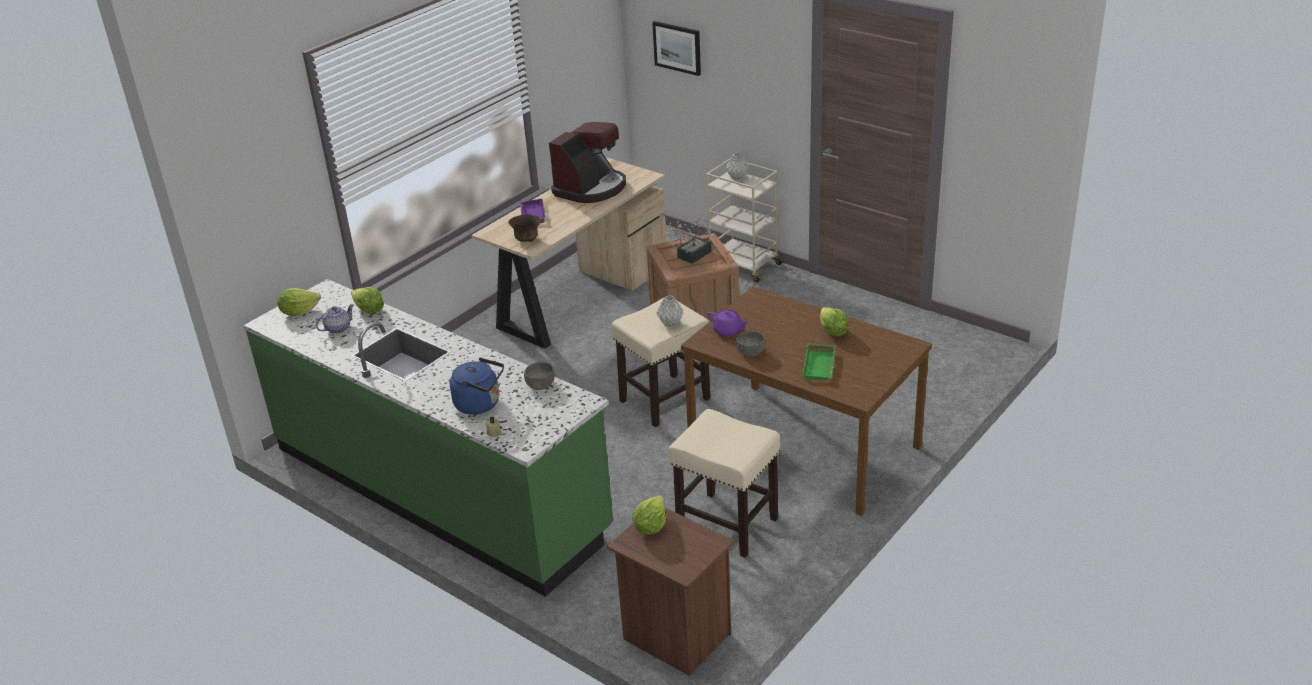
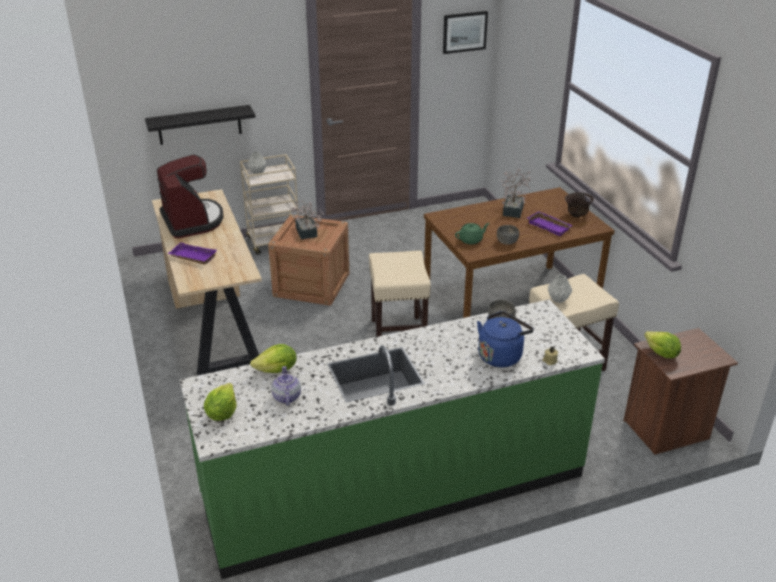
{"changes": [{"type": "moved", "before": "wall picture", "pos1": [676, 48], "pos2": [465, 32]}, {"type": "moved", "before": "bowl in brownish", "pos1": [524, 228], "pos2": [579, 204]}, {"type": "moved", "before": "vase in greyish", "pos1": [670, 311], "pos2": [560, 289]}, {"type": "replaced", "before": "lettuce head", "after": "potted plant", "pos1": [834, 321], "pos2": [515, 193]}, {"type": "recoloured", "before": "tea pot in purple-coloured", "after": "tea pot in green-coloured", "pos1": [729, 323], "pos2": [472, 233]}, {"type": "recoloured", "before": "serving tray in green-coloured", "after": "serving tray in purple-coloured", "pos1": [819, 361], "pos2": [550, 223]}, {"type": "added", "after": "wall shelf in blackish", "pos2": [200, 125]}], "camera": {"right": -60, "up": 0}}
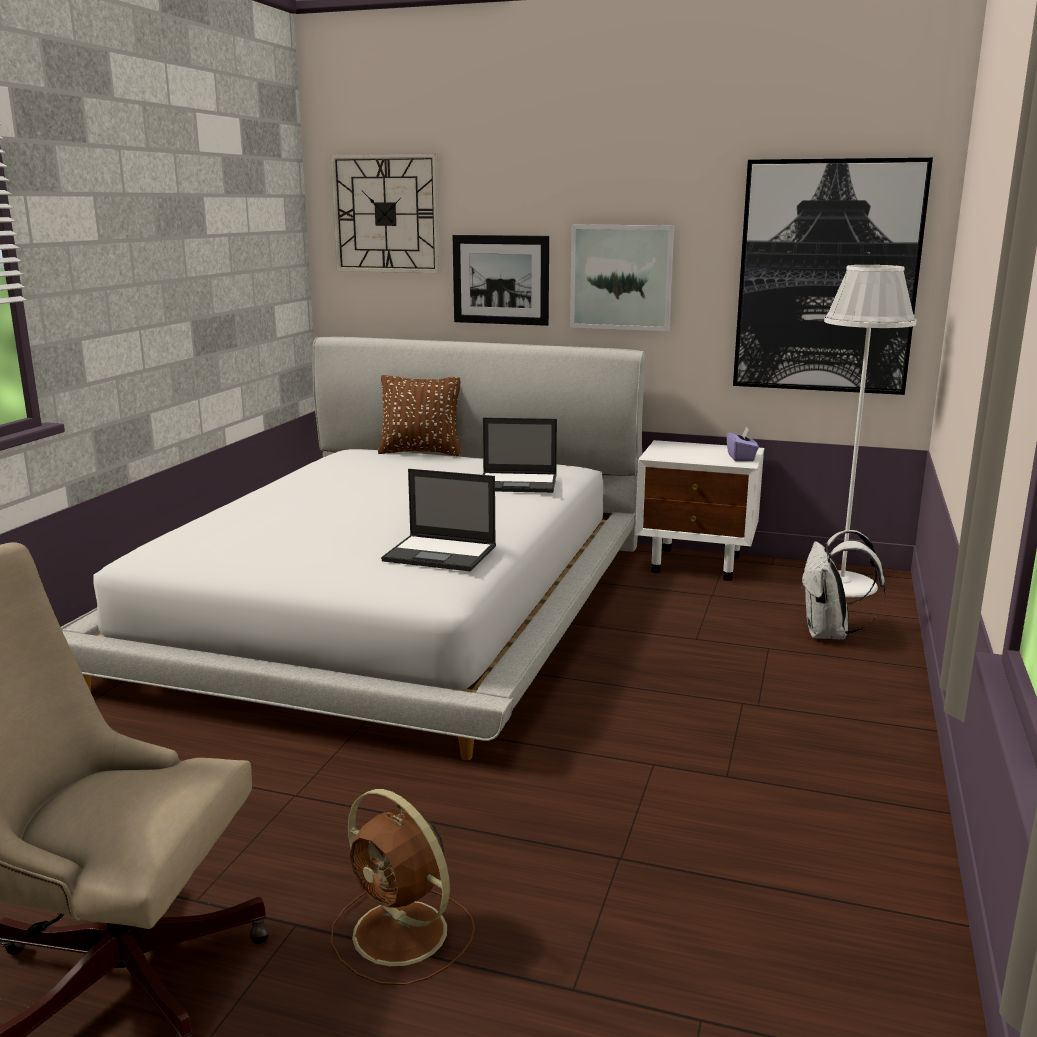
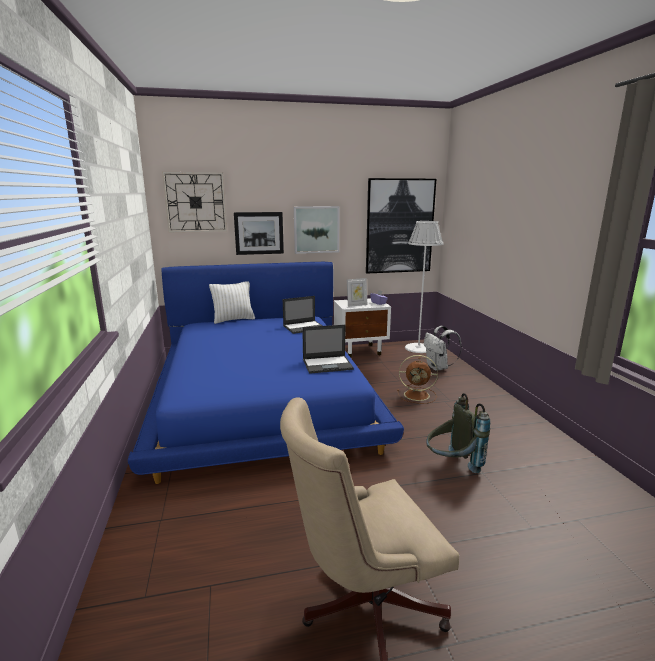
{"changes": [{"type": "recoloured", "before": "sleeping bed in whitish", "after": "sleeping bed in blue", "pos1": [353, 548], "pos2": [266, 373]}, {"type": "recoloured", "before": "throw pillow in brownish", "after": "throw pillow in whitish", "pos1": [419, 415], "pos2": [232, 302]}, {"type": "moved", "before": "electric fan in brownish", "pos1": [403, 887], "pos2": [417, 379]}, {"type": "added", "after": "standing frame", "pos2": [357, 292]}, {"type": "added", "after": "rucksack in greyish", "pos2": [458, 433]}], "camera": {"right": -30, "up": 0}}
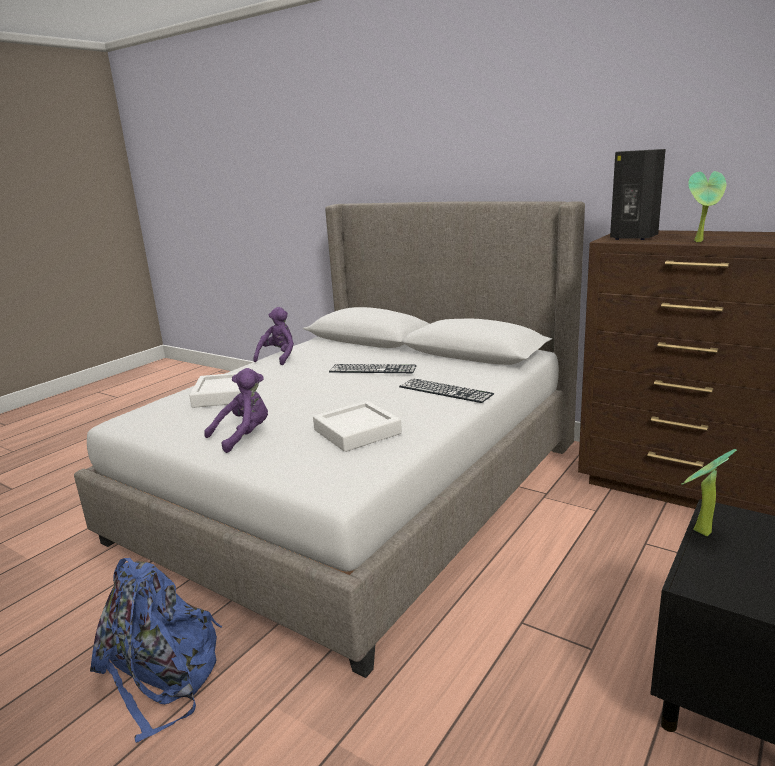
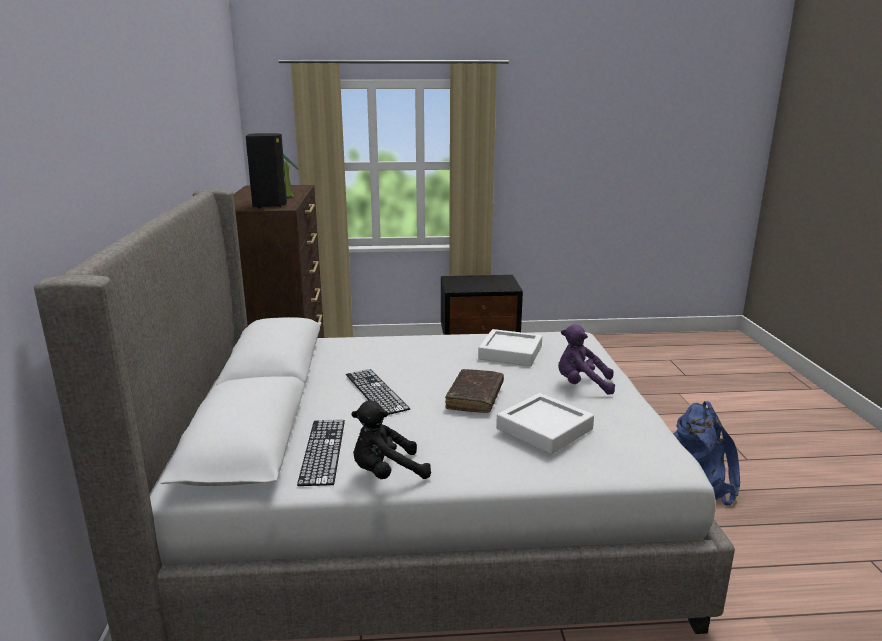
{"changes": [{"type": "recoloured", "before": "soft toy in purple-coloured", "after": "soft toy in blackish", "pos1": [273, 336], "pos2": [391, 439]}, {"type": "moved", "before": "PC keyboard", "pos1": [446, 390], "pos2": [321, 452]}, {"type": "removed", "before": "potted plant", "pos1": [709, 492]}, {"type": "added", "after": "bound book in brownish", "pos2": [474, 391]}], "camera": {"right": -130, "up": 0}}
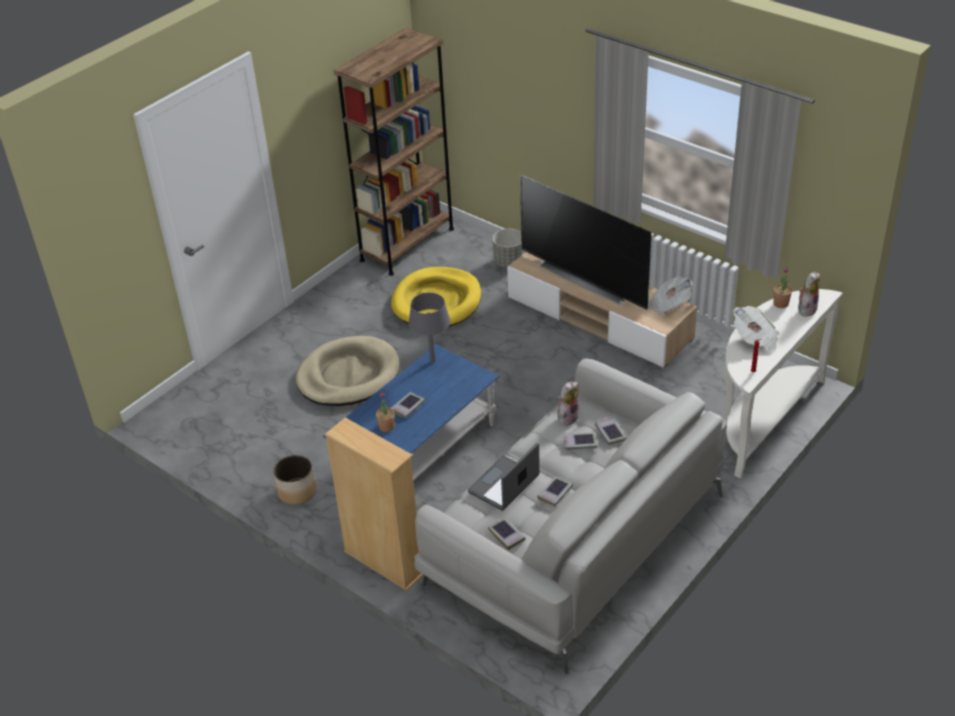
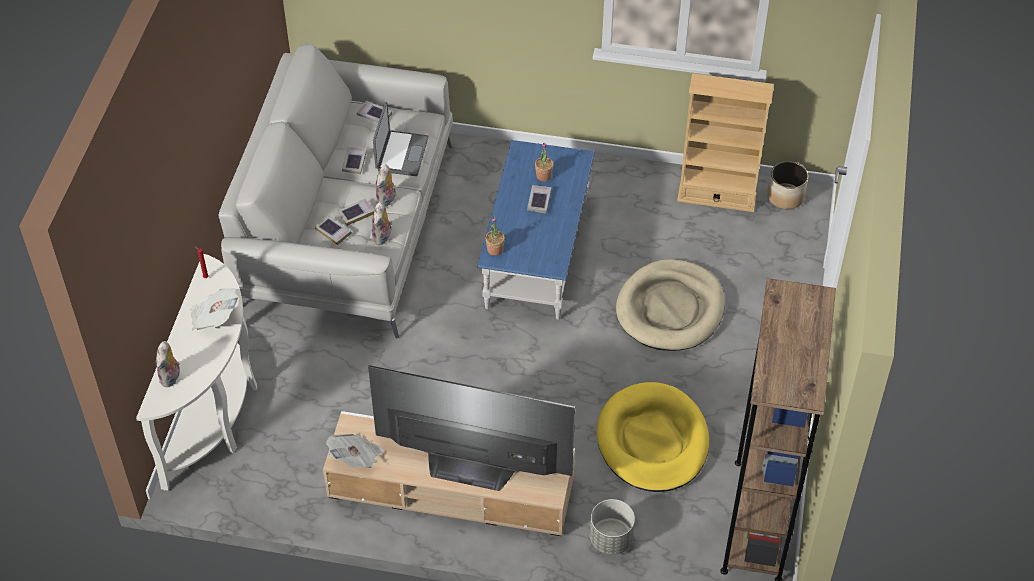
{"changes": [{"type": "moved", "before": "potted plant", "pos1": [782, 287], "pos2": [495, 236]}, {"type": "removed", "before": "table lamp in greyish", "pos1": [429, 328]}, {"type": "moved", "before": "shelving unit in beige", "pos1": [374, 504], "pos2": [725, 142]}, {"type": "moved", "before": "plant pot", "pos1": [294, 480], "pos2": [787, 185]}, {"type": "added", "after": "soft toy", "pos2": [386, 185]}], "camera": {"right": 150, "up": 10}}
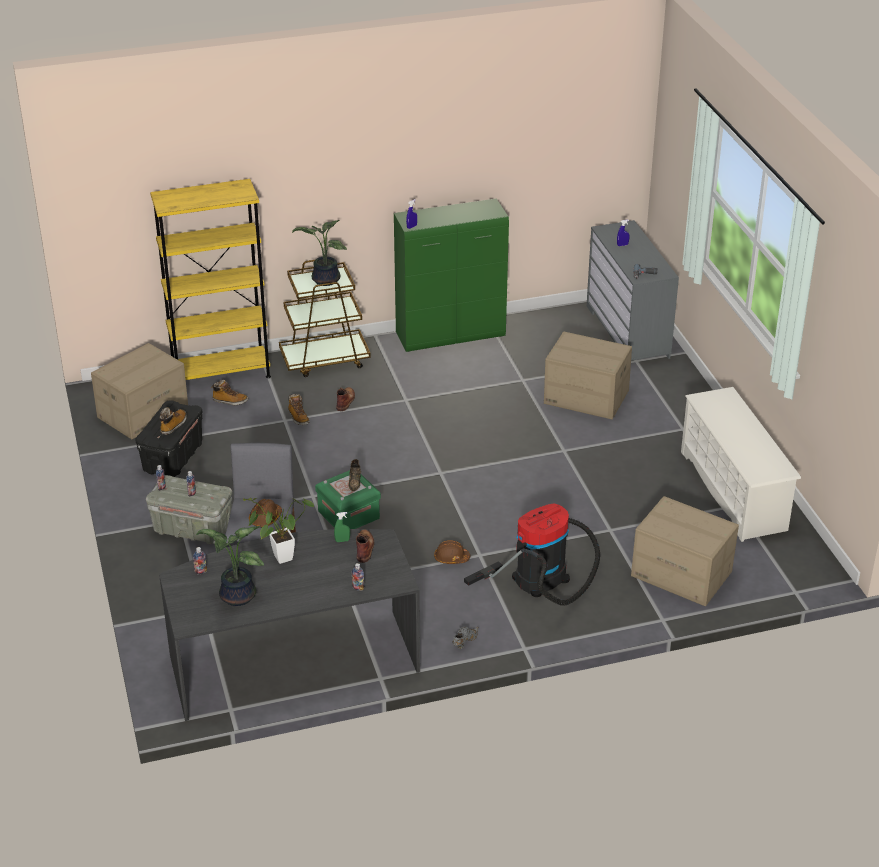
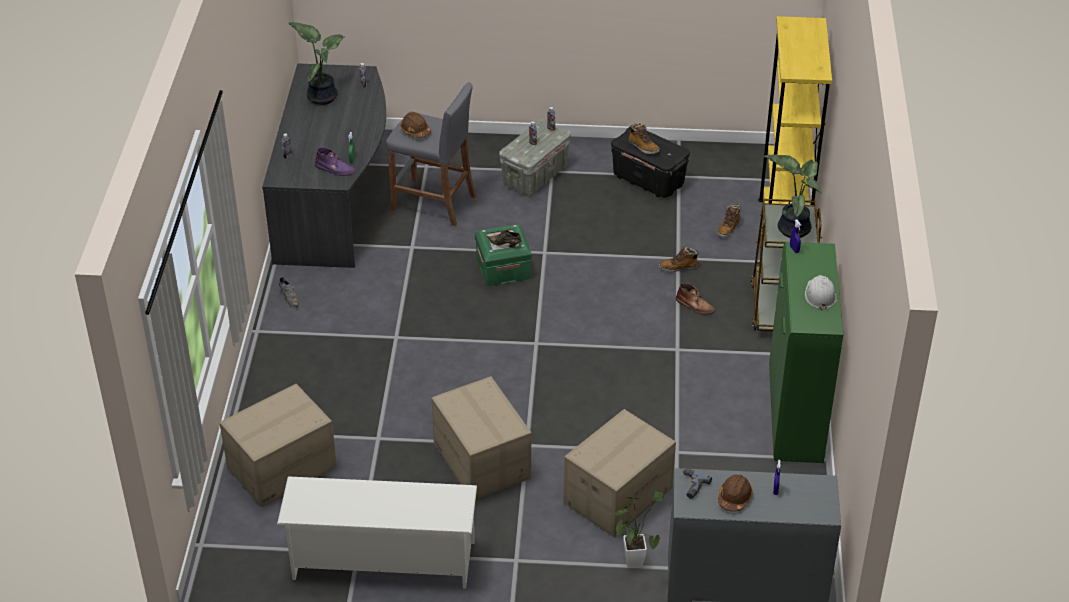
{"changes": [{"type": "moved", "before": "carton", "pos1": [139, 391], "pos2": [481, 437]}, {"type": "moved", "before": "potted plant", "pos1": [279, 530], "pos2": [639, 530]}, {"type": "removed", "before": "vacuum", "pos1": [532, 554]}, {"type": "recoloured", "before": "high-top boot in brownish", "after": "high-top boot in purple-coloured", "pos1": [365, 546], "pos2": [335, 161]}, {"type": "moved", "before": "work helmet in brownish", "pos1": [452, 552], "pos2": [735, 493]}, {"type": "added", "after": "work helmet in whitish", "pos2": [821, 292]}], "camera": {"right": 110, "up": 5}}
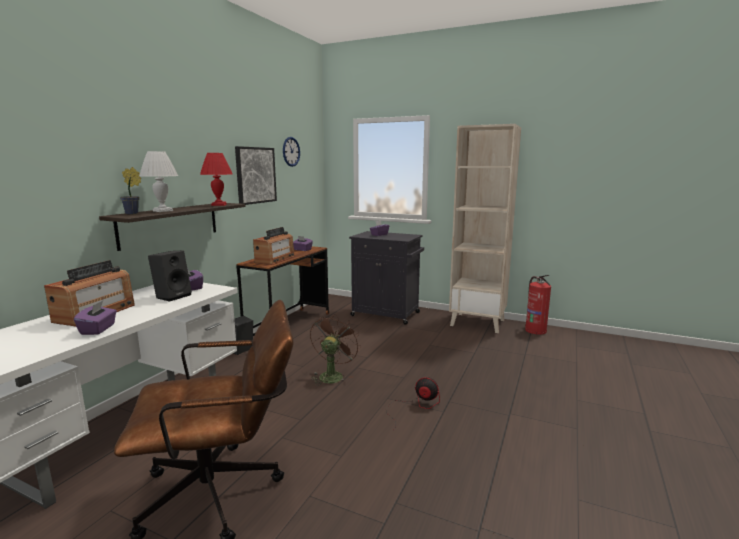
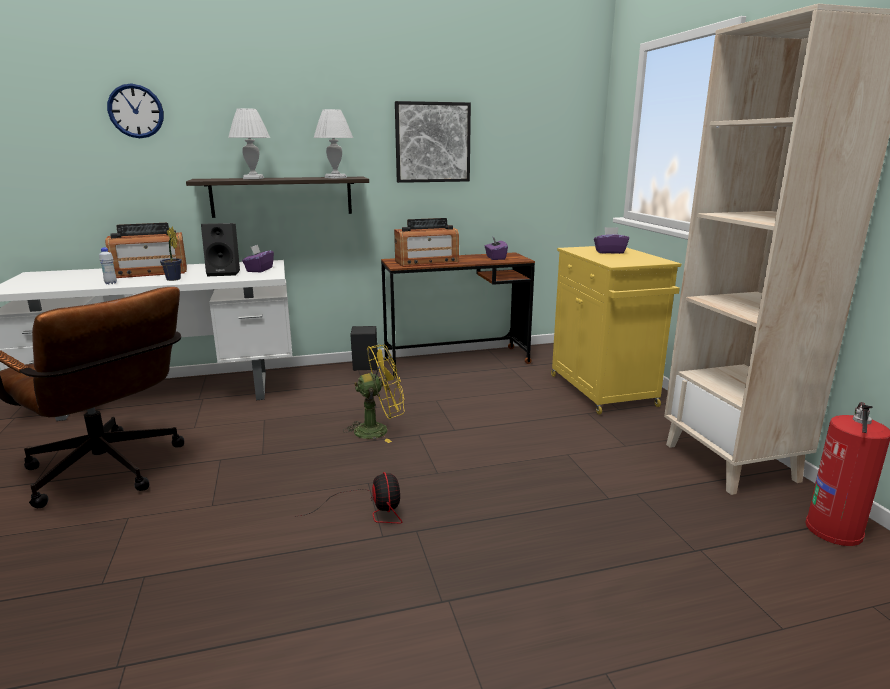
{"changes": [{"type": "moved", "before": "clock on the wall", "pos1": [291, 152], "pos2": [135, 111]}, {"type": "recoloured", "before": "table lamp in red", "after": "table lamp in whitish", "pos1": [216, 179], "pos2": [333, 144]}, {"type": "moved", "before": "potted plant", "pos1": [130, 191], "pos2": [171, 254]}, {"type": "recoloured", "before": "cabinet in blackish", "after": "cabinet in yellow-coloured", "pos1": [386, 278], "pos2": [616, 330]}, {"type": "replaced", "before": "box of tissues in purple-coloured", "after": "beverage bottle in whitish", "pos1": [95, 318], "pos2": [108, 265]}, {"type": "recoloured", "before": "electric fan in brownish", "after": "electric fan in yellow-coloured", "pos1": [335, 350], "pos2": [374, 394]}], "camera": {"right": 50, "up": 5}}
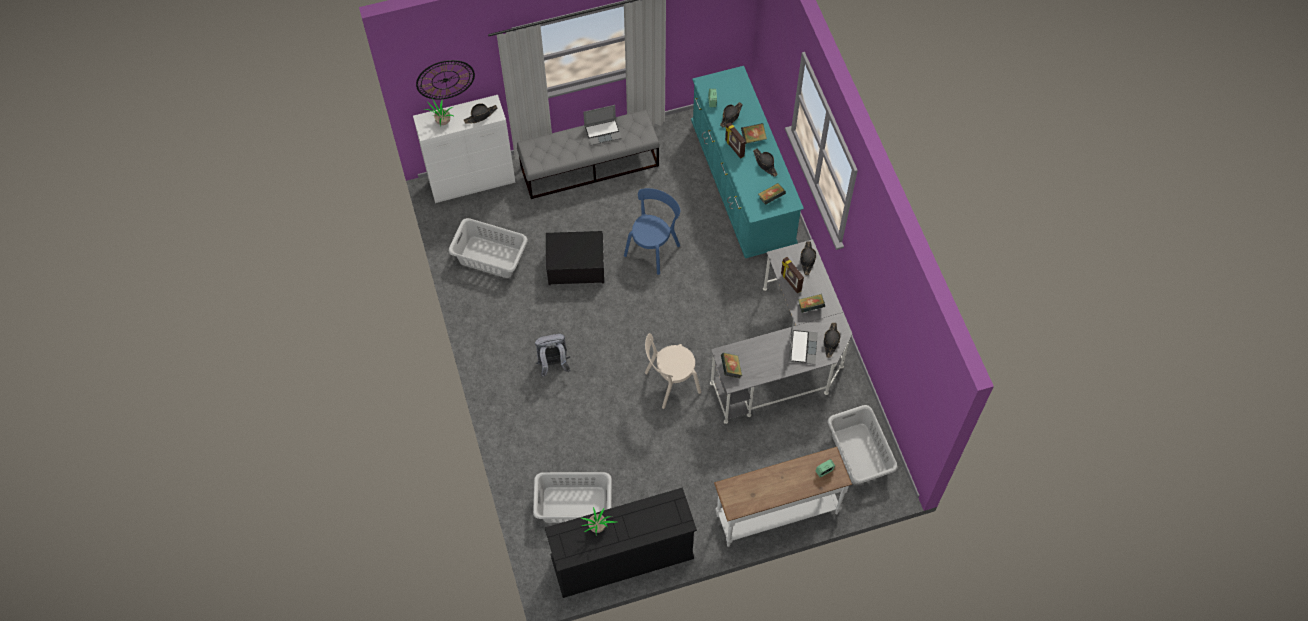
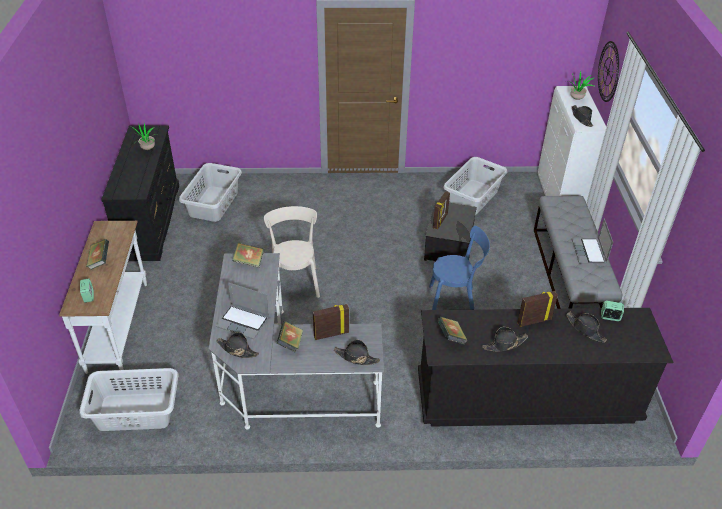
{"changes": [{"type": "recoloured", "before": "drawer chest in blue-green", "after": "drawer chest in blackish", "pos1": [747, 162], "pos2": [545, 367]}, {"type": "moved", "before": "bound book", "pos1": [754, 133], "pos2": [98, 254]}, {"type": "turned", "before": "plain chair in blue", "pos1": [652, 231], "pos2": [459, 268], "turn": -45}, {"type": "removed", "before": "rucksack in greyish", "pos1": [552, 355]}, {"type": "added", "after": "standing frame", "pos2": [441, 210]}], "camera": {"right": 105, "up": -20}}
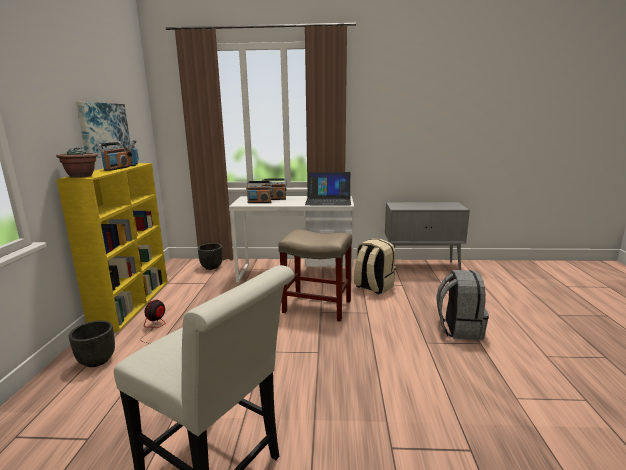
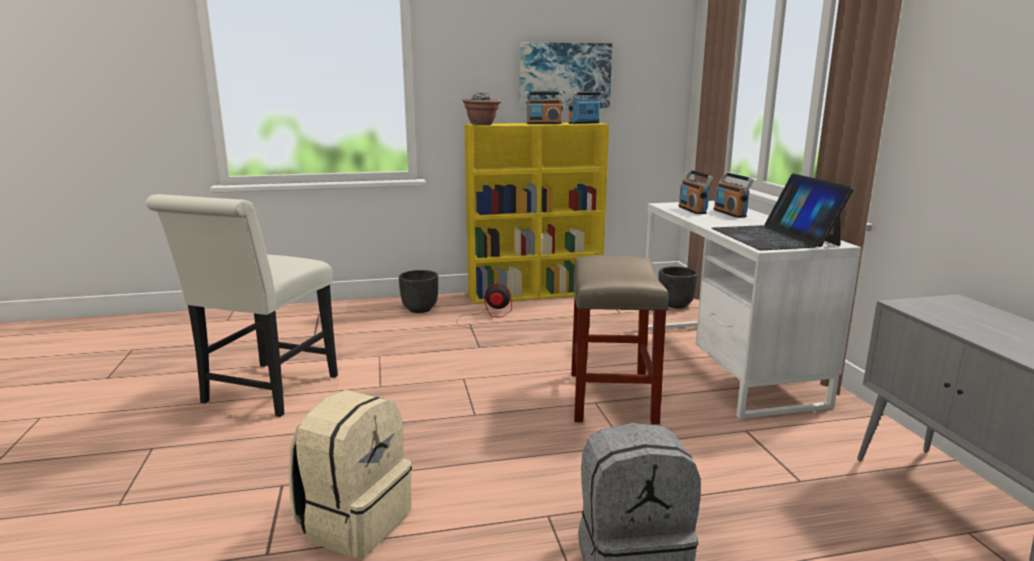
{"changes": [{"type": "moved", "before": "rucksack in beige", "pos1": [375, 266], "pos2": [350, 474]}], "camera": {"right": 75, "up": 0}}
